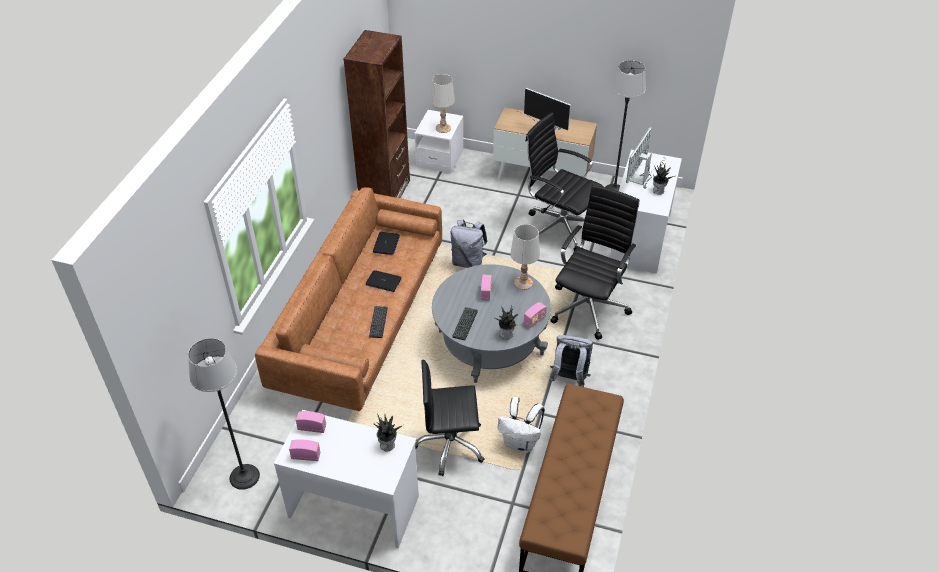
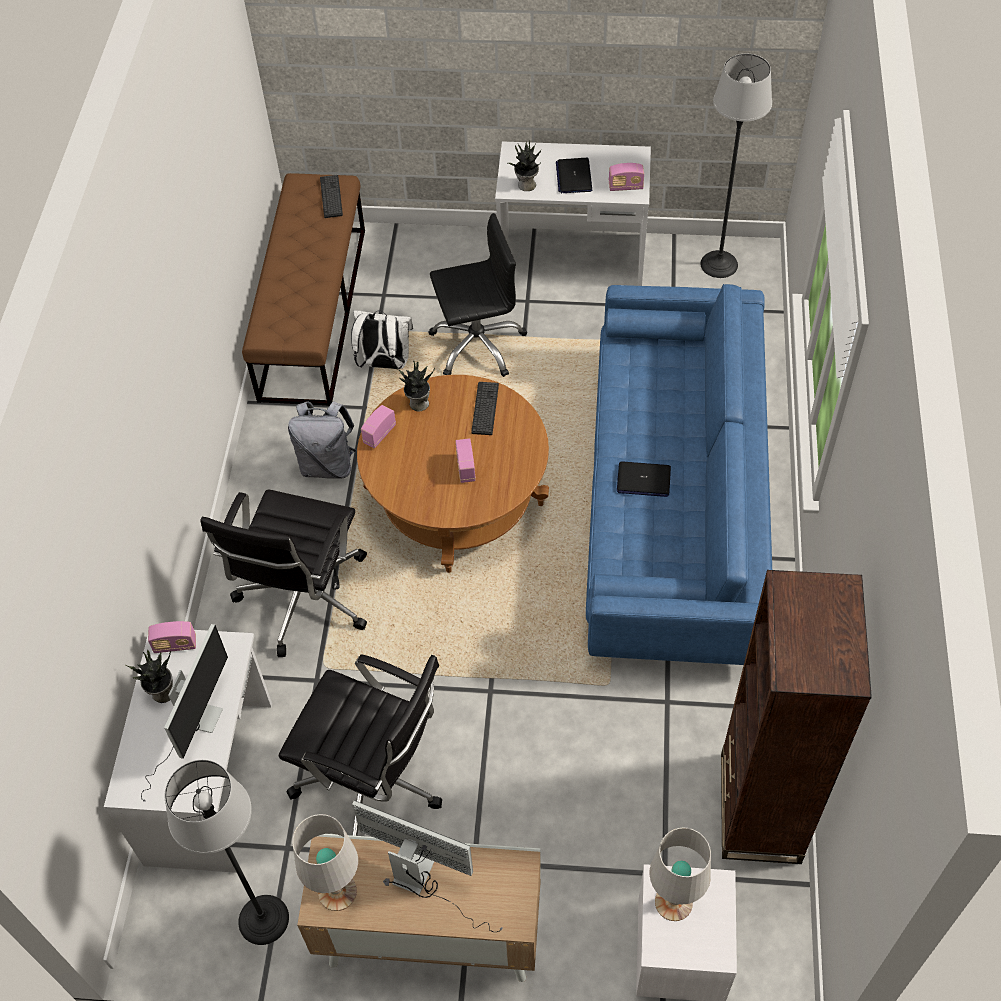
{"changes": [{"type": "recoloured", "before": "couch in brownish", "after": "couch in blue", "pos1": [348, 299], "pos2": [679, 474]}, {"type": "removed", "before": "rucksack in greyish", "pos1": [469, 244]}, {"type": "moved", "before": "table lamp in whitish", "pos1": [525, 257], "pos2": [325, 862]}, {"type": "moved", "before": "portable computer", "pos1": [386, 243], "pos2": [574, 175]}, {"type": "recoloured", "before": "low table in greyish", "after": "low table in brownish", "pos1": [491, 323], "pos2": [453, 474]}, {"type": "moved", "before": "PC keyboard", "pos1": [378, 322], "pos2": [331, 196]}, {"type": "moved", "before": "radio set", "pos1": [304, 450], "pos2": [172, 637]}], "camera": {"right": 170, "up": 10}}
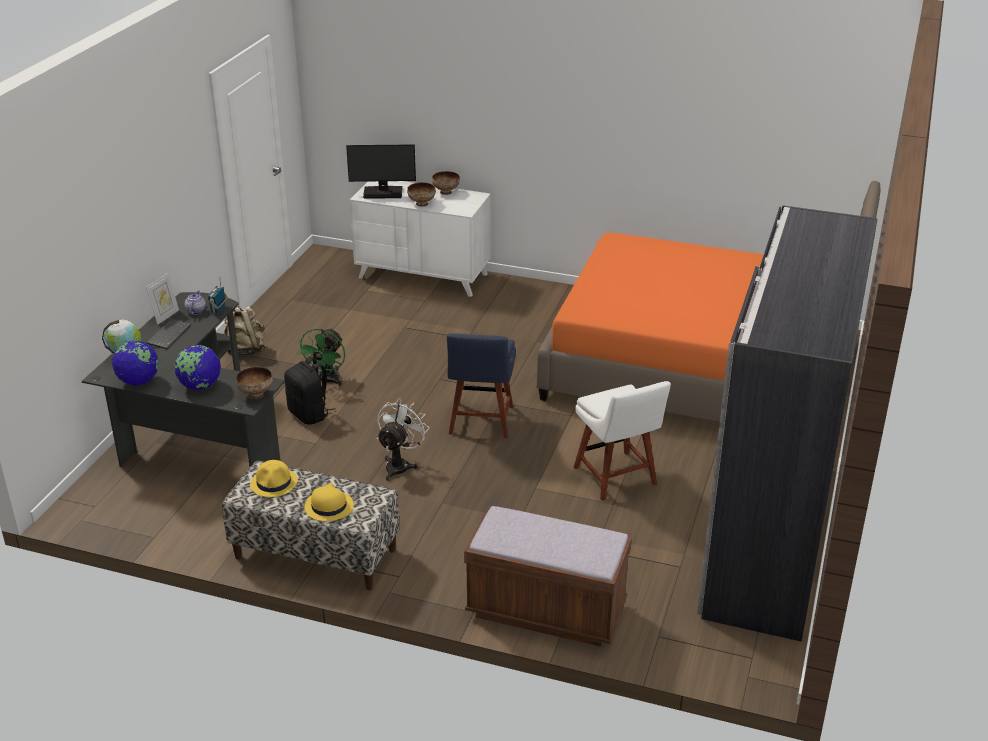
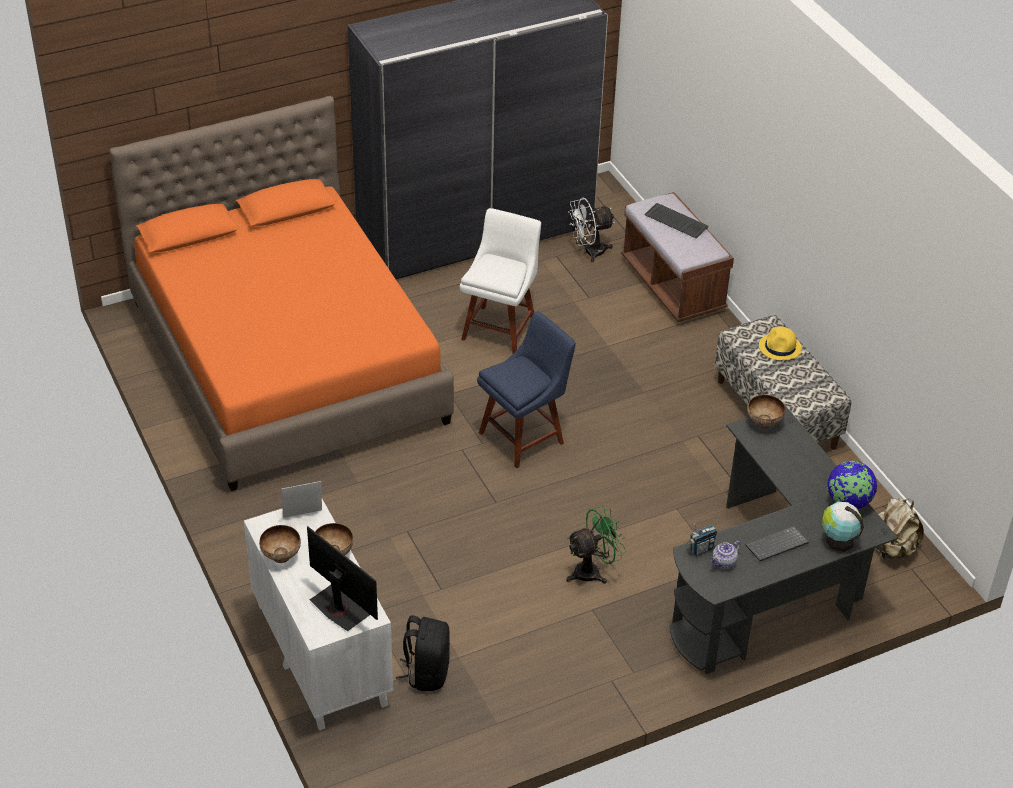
{"changes": [{"type": "moved", "before": "standing frame", "pos1": [162, 299], "pos2": [302, 499]}, {"type": "moved", "before": "rucksack in beige", "pos1": [244, 331], "pos2": [900, 528]}, {"type": "removed", "before": "globe", "pos1": [197, 367]}, {"type": "moved", "before": "rucksack in blackish", "pos1": [309, 391], "pos2": [423, 653]}, {"type": "moved", "before": "electric fan in whitish", "pos1": [403, 439], "pos2": [591, 230]}, {"type": "removed", "before": "wearable hat in yellow-coloured", "pos1": [274, 478]}, {"type": "added", "after": "PC keyboard", "pos2": [676, 220]}], "camera": {"right": -135, "up": 10}}
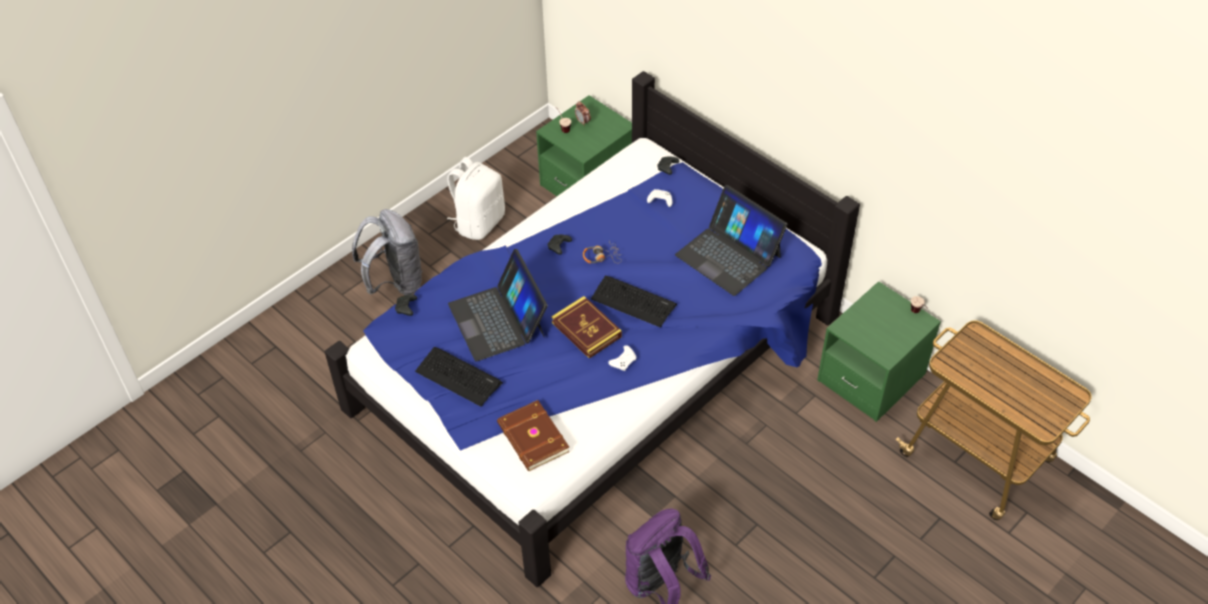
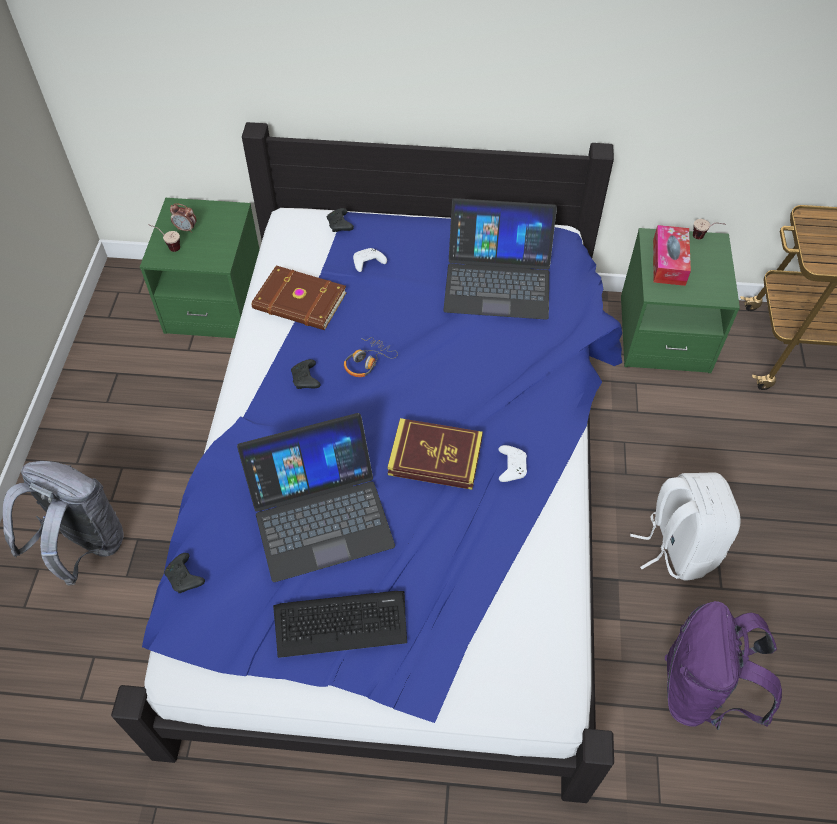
{"changes": [{"type": "moved", "before": "rucksack in whitish", "pos1": [476, 198], "pos2": [685, 526]}, {"type": "turned", "before": "portable computer", "pos1": [497, 305], "pos2": [316, 497], "turn": -45}, {"type": "removed", "before": "PC keyboard", "pos1": [634, 301]}, {"type": "moved", "before": "bound book in brownish", "pos1": [533, 435], "pos2": [299, 297]}, {"type": "added", "after": "box of tissues", "pos2": [672, 255]}], "camera": {"right": -40, "up": 5}}
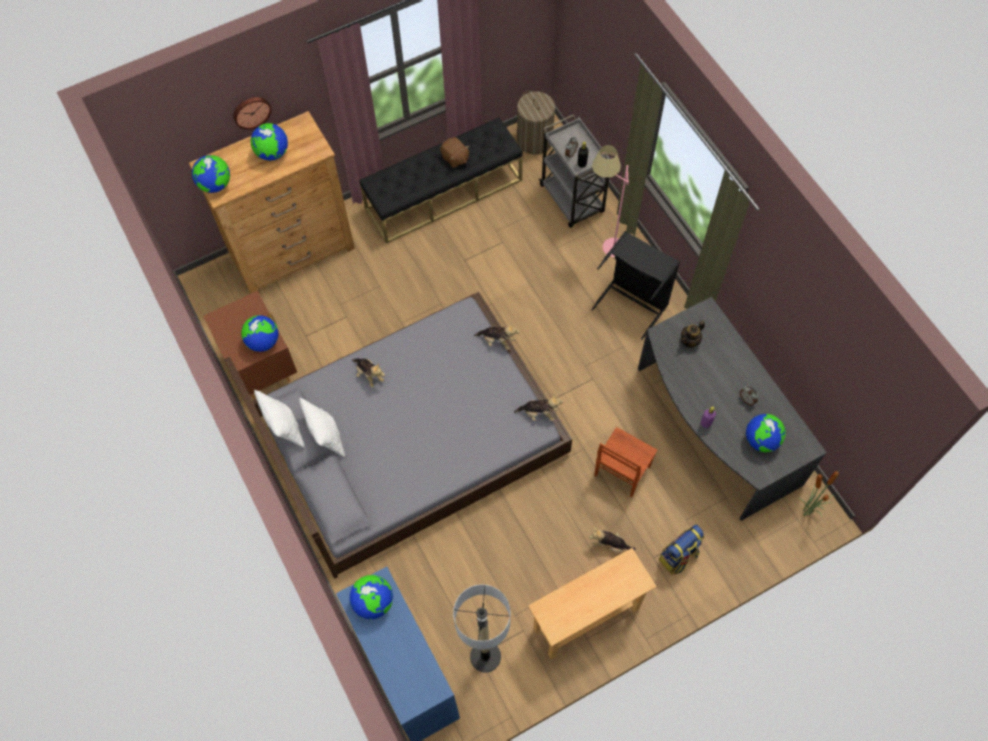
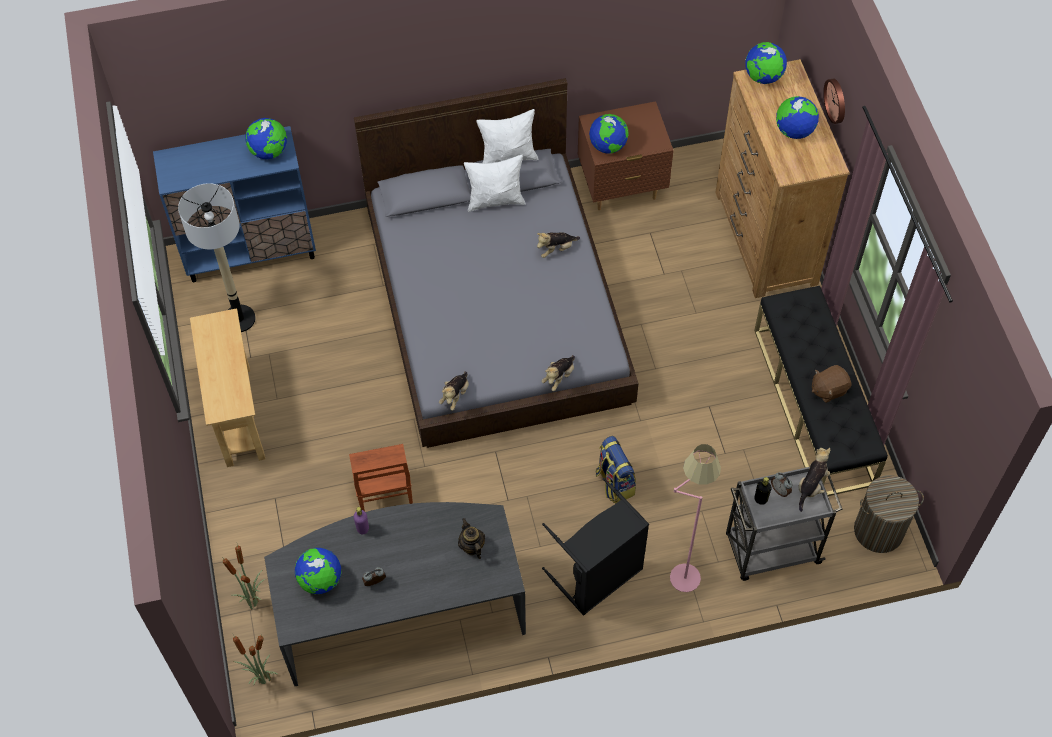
{"changes": [{"type": "turned", "before": "plain chair in brownish", "pos1": [625, 462], "pos2": [381, 477], "turn": -150}, {"type": "moved", "before": "rucksack", "pos1": [682, 549], "pos2": [615, 469]}, {"type": "moved", "before": "soft toy", "pos1": [612, 540], "pos2": [814, 480]}, {"type": "added", "after": "potted plant", "pos2": [243, 577]}], "camera": {"right": 105, "up": -5}}
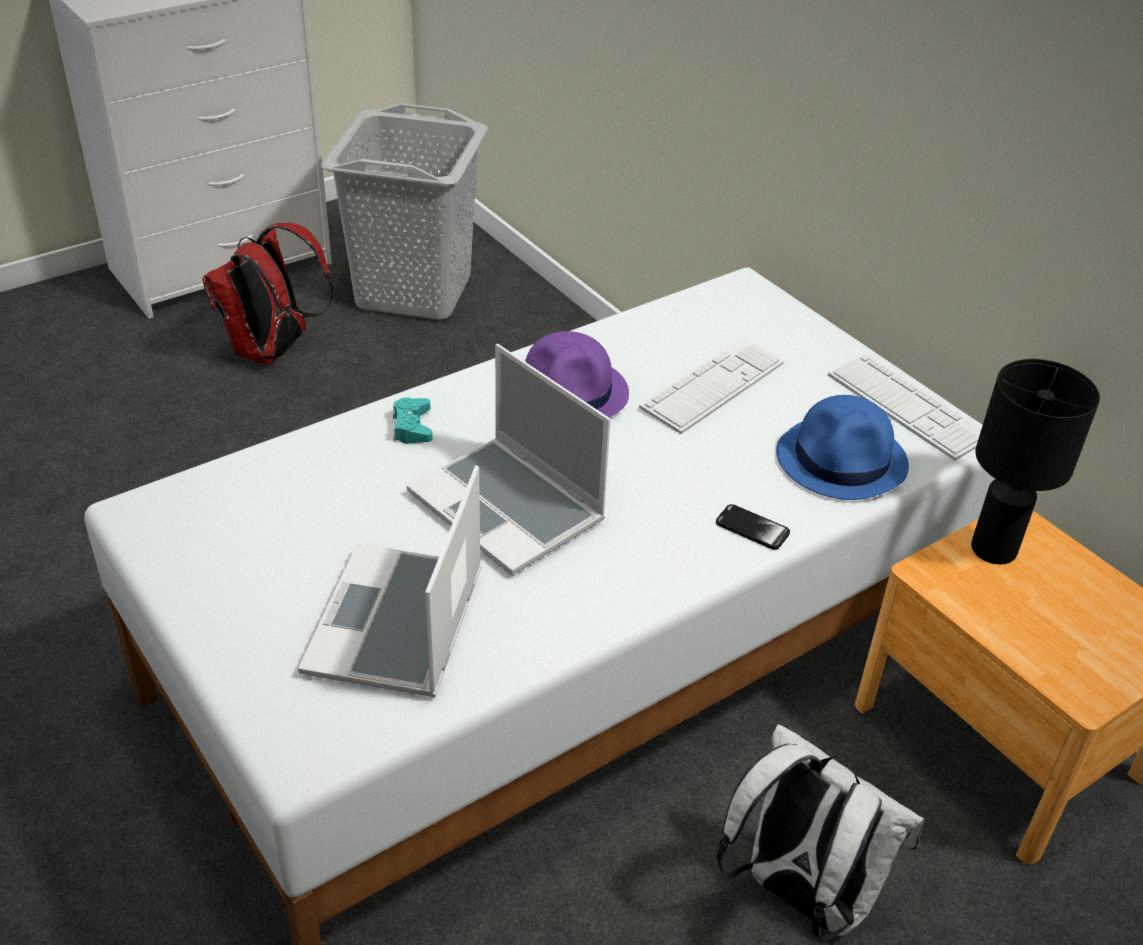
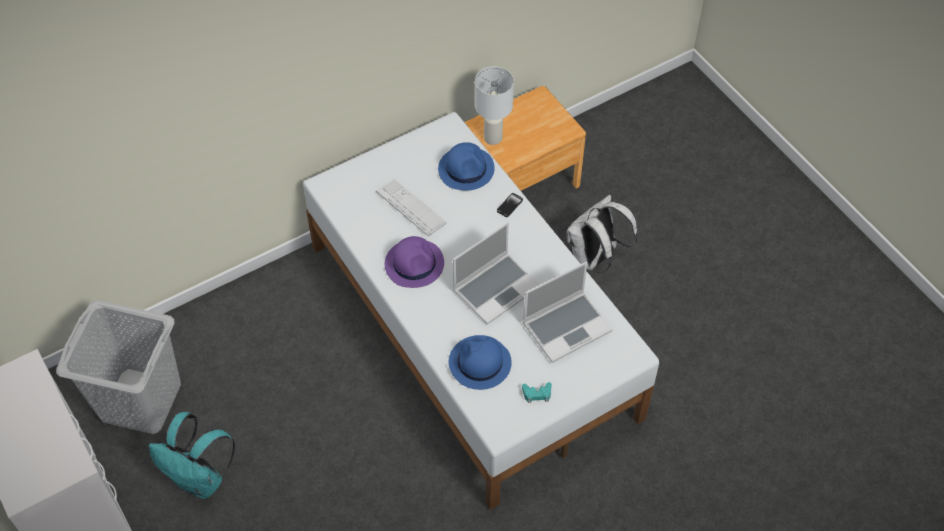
{"changes": [{"type": "recoloured", "before": "rucksack in red", "after": "rucksack in blue-green", "pos1": [268, 293], "pos2": [192, 455]}, {"type": "removed", "before": "PC keyboard", "pos1": [904, 407]}, {"type": "recoloured", "before": "table lamp in blackish", "after": "table lamp in whitish", "pos1": [1035, 461], "pos2": [494, 106]}, {"type": "moved", "before": "game controller in blue-green", "pos1": [413, 420], "pos2": [537, 392]}, {"type": "turned", "before": "portable computer", "pos1": [389, 581], "pos2": [568, 312], "turn": -45}, {"type": "added", "after": "wearable hat in blue", "pos2": [480, 362]}], "camera": {"right": -85, "up": 15}}
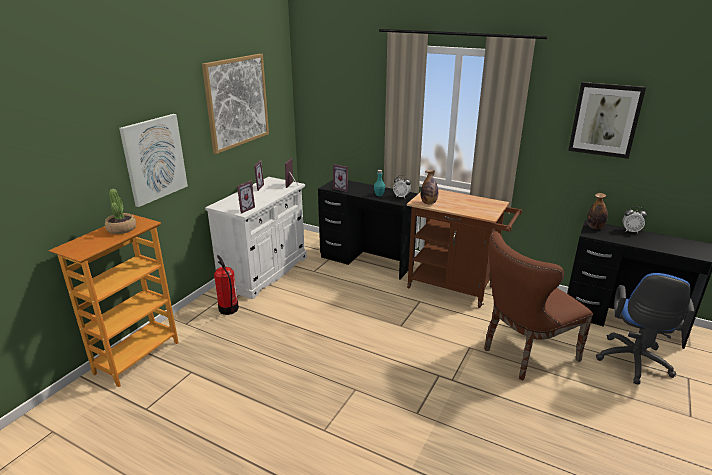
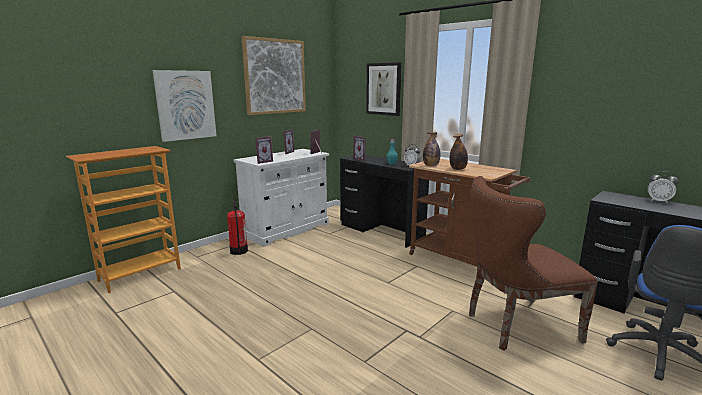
{"changes": [{"type": "moved", "before": "wall picture", "pos1": [607, 120], "pos2": [384, 89]}, {"type": "removed", "before": "potted plant", "pos1": [120, 211]}, {"type": "moved", "before": "beverage bottle", "pos1": [597, 211], "pos2": [459, 152]}], "camera": {"right": 15, "up": -10}}
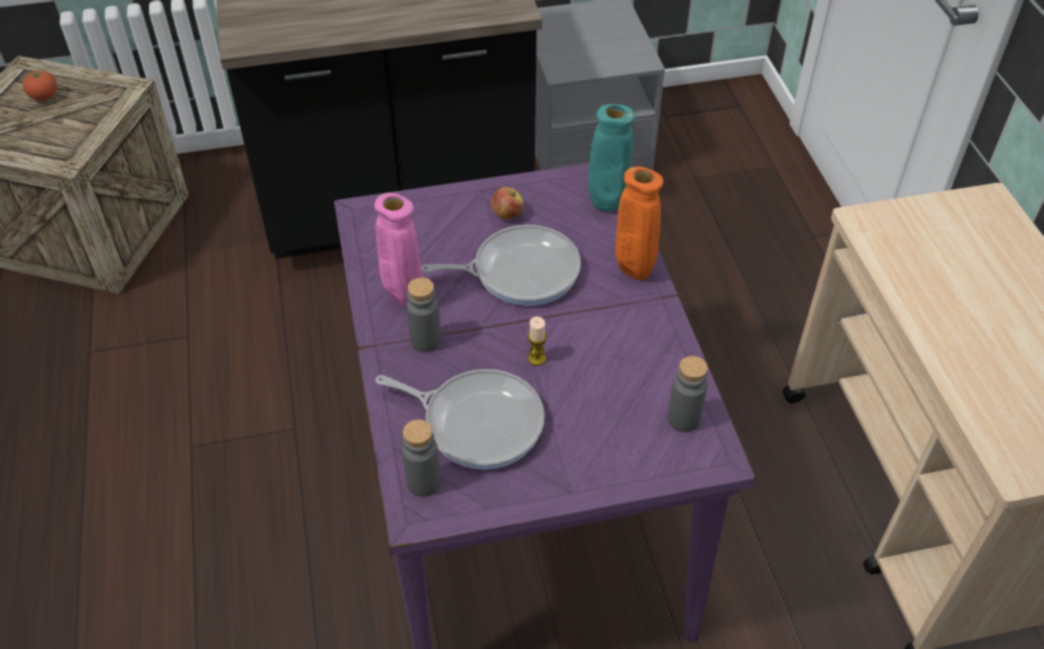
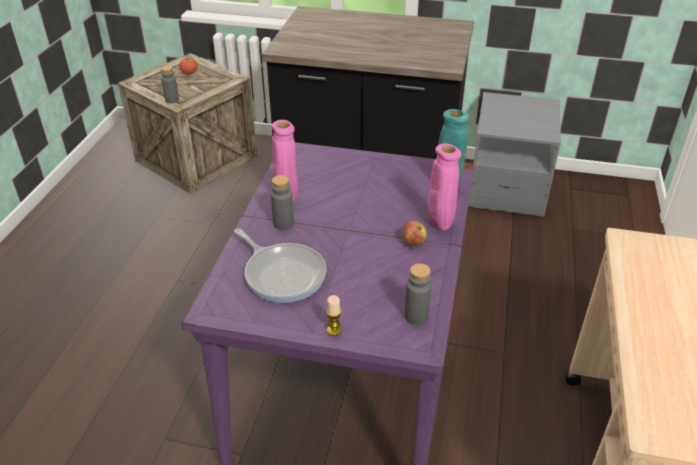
{"changes": [{"type": "recoloured", "before": "vase in orangey", "after": "vase in pinkish", "pos1": [639, 223], "pos2": [444, 186]}, {"type": "moved", "before": "whole apple", "pos1": [507, 203], "pos2": [414, 233]}, {"type": "removed", "before": "skillet", "pos1": [501, 265]}, {"type": "moved", "before": "candle", "pos1": [537, 341], "pos2": [333, 315]}, {"type": "moved", "before": "beverage bottle in greyish", "pos1": [421, 458], "pos2": [170, 85]}], "camera": {"right": 25, "up": -10}}
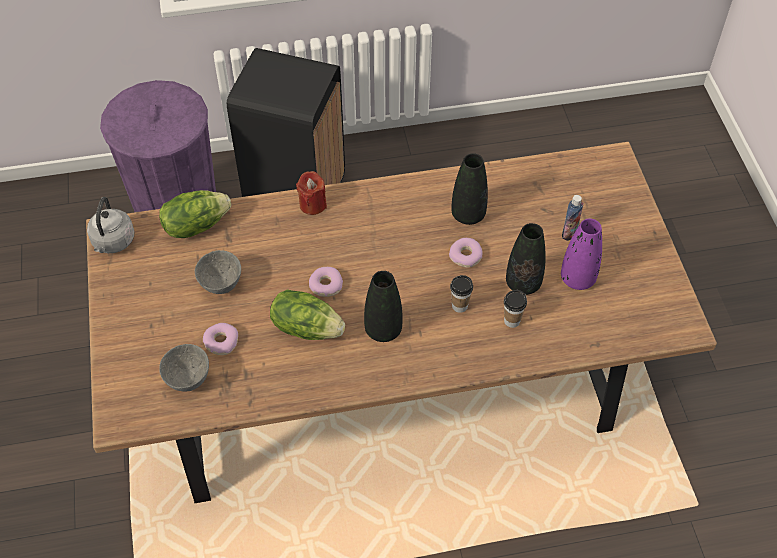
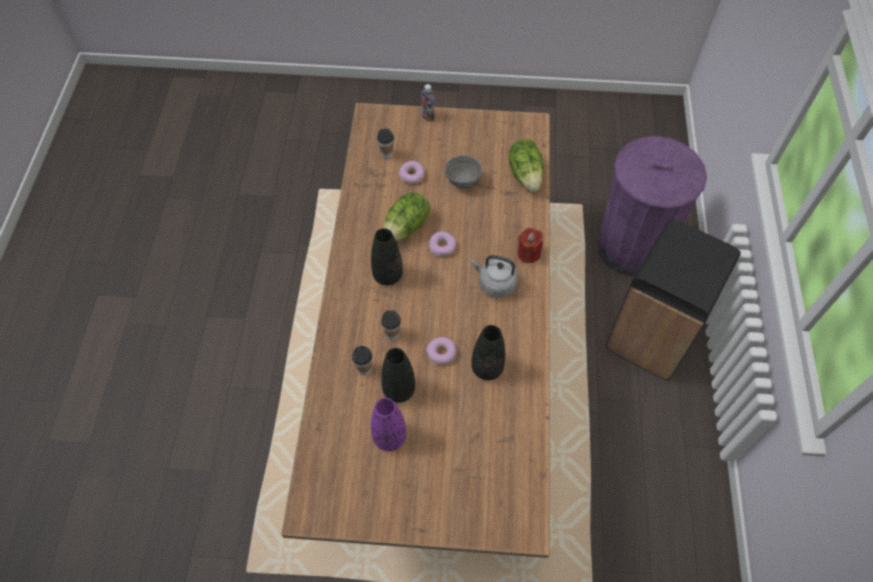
{"changes": [{"type": "moved", "before": "beverage bottle", "pos1": [573, 218], "pos2": [427, 103]}, {"type": "moved", "before": "kettle in greyish", "pos1": [111, 225], "pos2": [494, 276]}, {"type": "replaced", "before": "bowl in greyish", "after": "cup", "pos1": [184, 368], "pos2": [385, 143]}], "camera": {"right": 105, "up": 5}}
